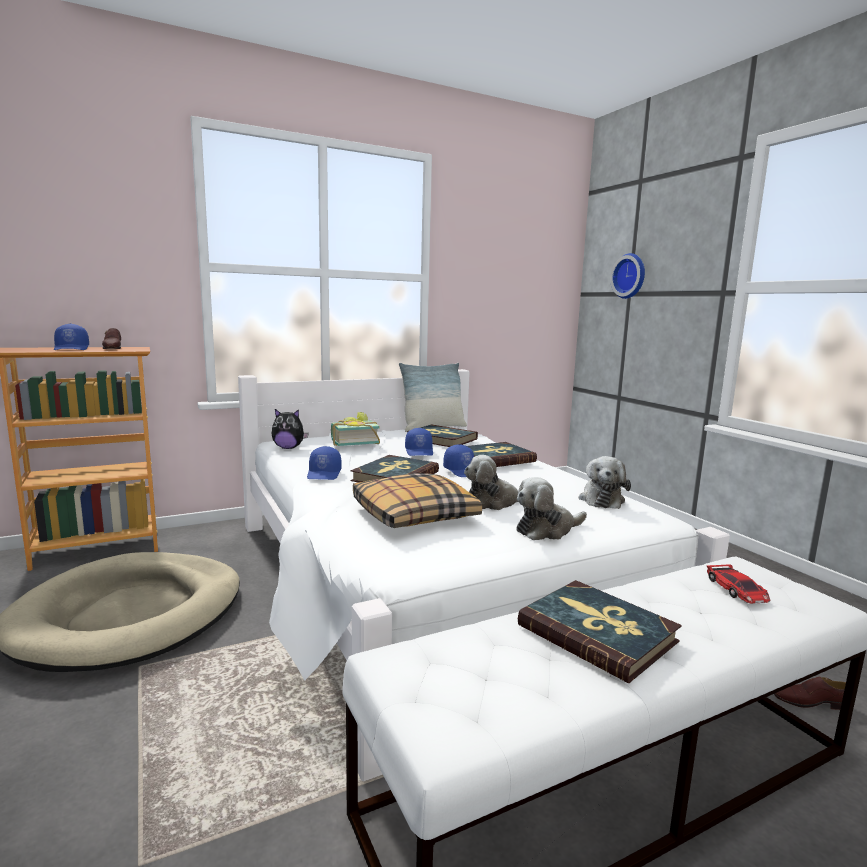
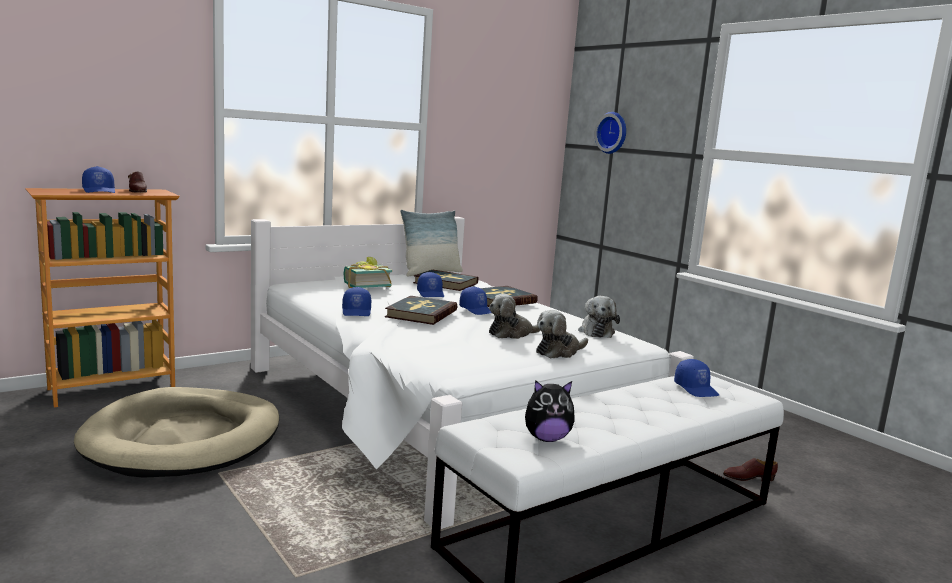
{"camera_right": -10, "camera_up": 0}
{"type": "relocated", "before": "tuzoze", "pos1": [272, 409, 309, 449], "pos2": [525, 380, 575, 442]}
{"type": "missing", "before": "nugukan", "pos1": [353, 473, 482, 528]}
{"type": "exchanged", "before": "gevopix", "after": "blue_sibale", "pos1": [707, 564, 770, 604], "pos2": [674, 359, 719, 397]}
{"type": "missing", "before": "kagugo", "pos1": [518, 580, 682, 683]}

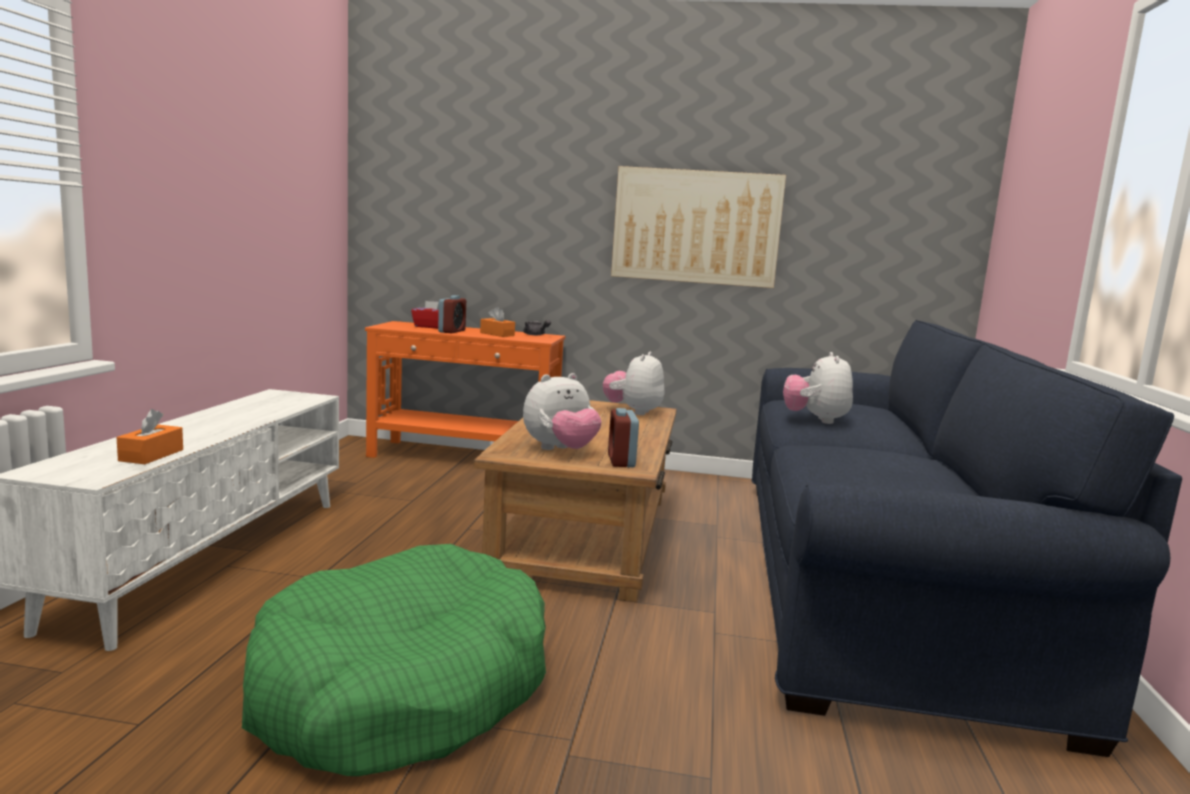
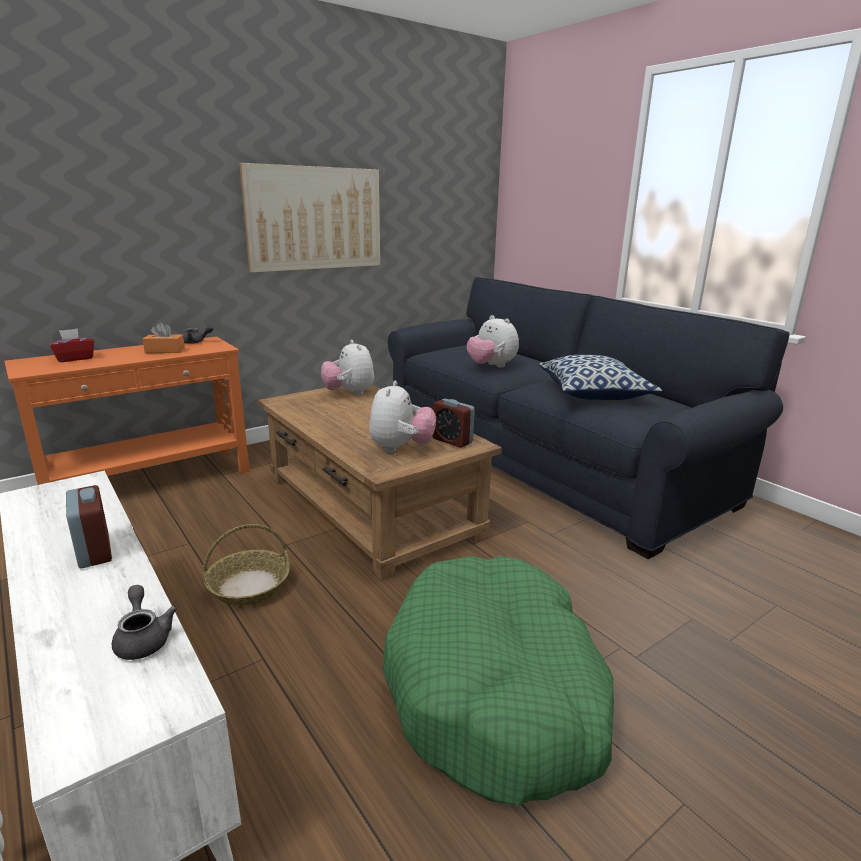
{"camera_right": -45, "camera_up": 10}
{"type": "relocated", "before": "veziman", "pos1": [438, 295, 466, 334], "pos2": [66, 485, 112, 569]}
{"type": "exchanged", "before": "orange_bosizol", "after": "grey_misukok", "pos1": [116, 409, 183, 464], "pos2": [112, 585, 177, 660]}
{"type": "appeared", "after": "nugukan", "pos2": [538, 355, 662, 400]}
{"type": "appeared", "after": "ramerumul", "pos2": [203, 524, 290, 606]}

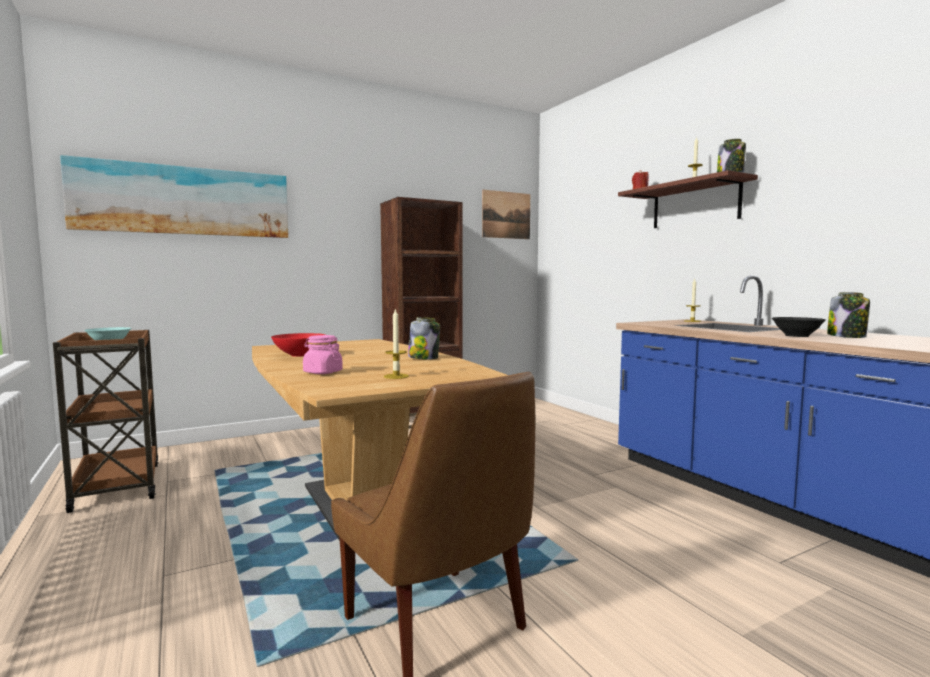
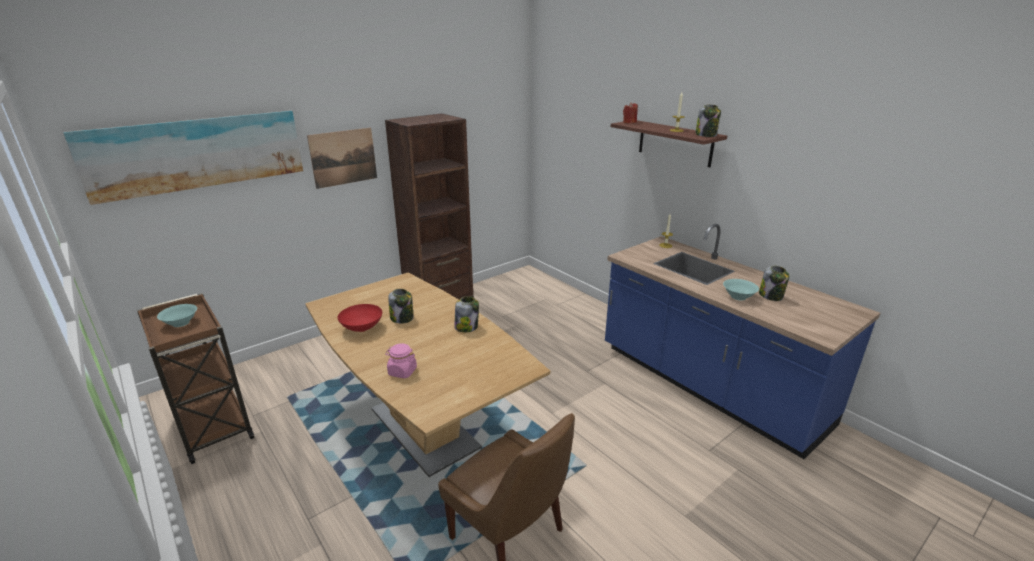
{"camera_right": -10, "camera_up": 20}
{"type": "relocated", "before": "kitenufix", "pos1": [482, 190, 530, 239], "pos2": [307, 128, 377, 189]}
{"type": "missing", "before": "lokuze", "pos1": [384, 308, 409, 379]}
{"type": "colour", "before": "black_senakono", "after": "turquoise_senakono", "pos1": [772, 317, 826, 337], "pos2": [723, 279, 759, 301]}
{"type": "appeared", "after": "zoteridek", "pos2": [388, 289, 413, 323]}

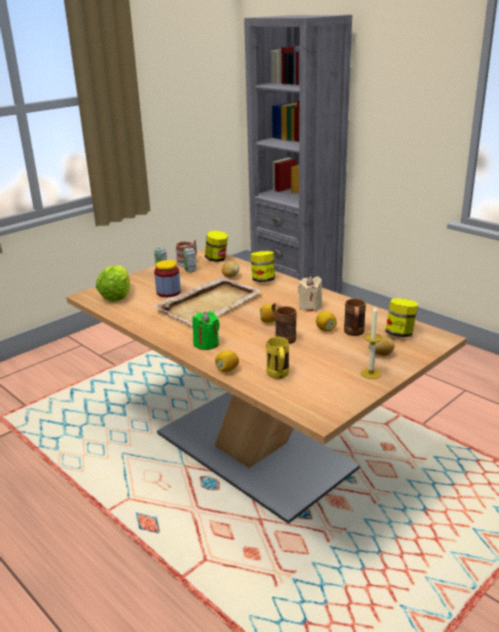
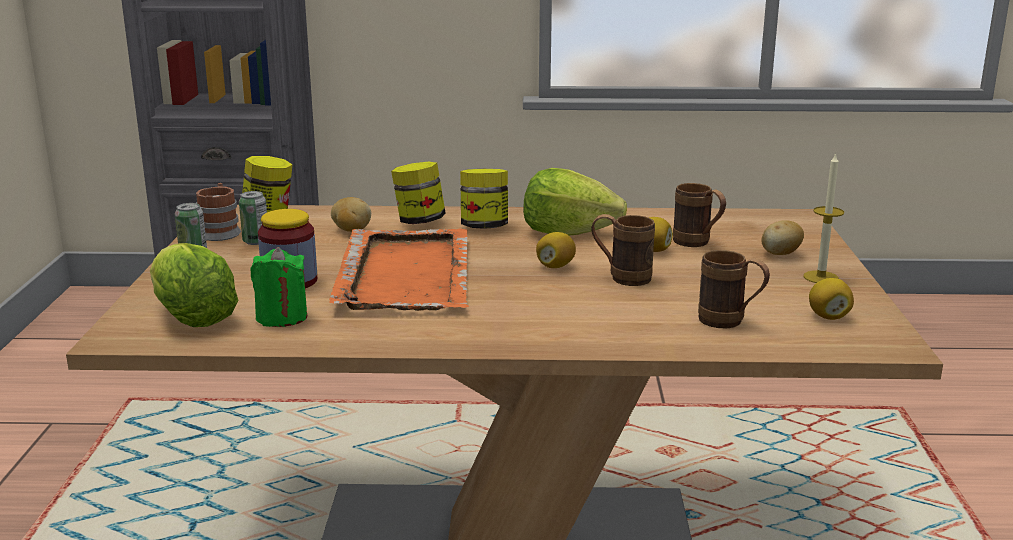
{"camera_right": -45, "camera_up": -5}
{"type": "colour", "before": "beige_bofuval", "after": "orange_bofuval", "pos1": [153, 276, 262, 326], "pos2": [329, 228, 469, 311]}
{"type": "exchanged", "before": "beige_lokuze", "after": "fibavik", "pos1": [298, 276, 322, 312], "pos2": [523, 168, 627, 236]}
{"type": "relocated", "before": "zoteridek", "pos1": [385, 298, 418, 337], "pos2": [460, 169, 508, 229]}
{"type": "relocated", "before": "green_lokuze", "pos1": [192, 311, 220, 350], "pos2": [250, 247, 307, 327]}
{"type": "colour", "before": "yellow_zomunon", "after": "brown_zomunon", "pos1": [266, 337, 289, 379], "pos2": [698, 250, 770, 329]}
{"type": "relocated", "before": "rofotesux", "pos1": [215, 350, 239, 372], "pos2": [809, 278, 854, 320]}

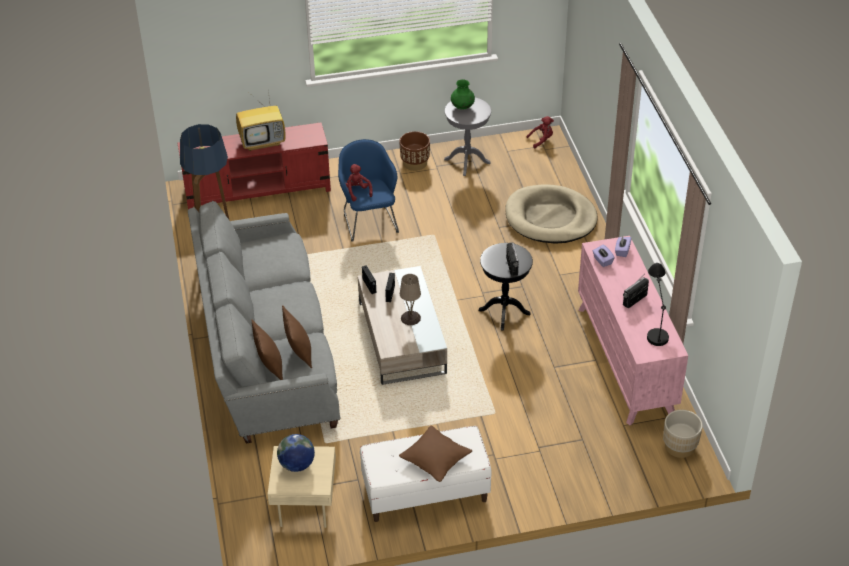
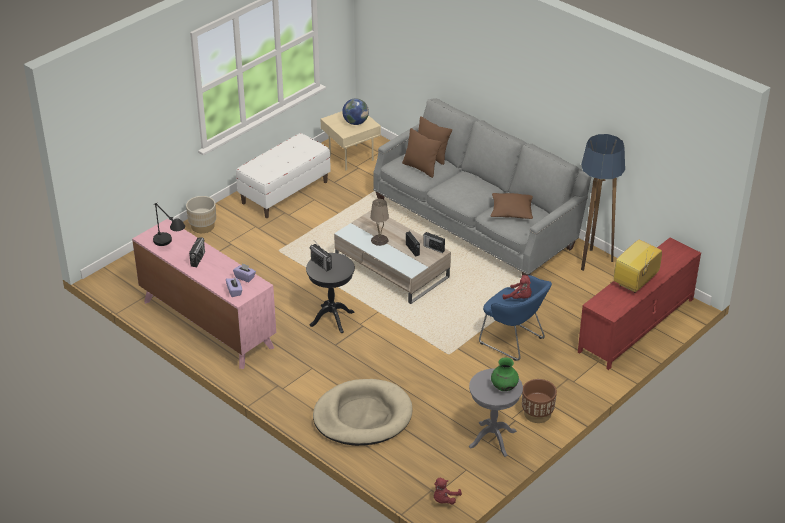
{"camera_right": 145, "camera_up": -5}
{"type": "relocated", "before": "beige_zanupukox", "pos1": [663, 410, 703, 458], "pos2": [186, 196, 216, 233]}
{"type": "relocated", "before": "brown_nugukan", "pos1": [399, 425, 472, 482], "pos2": [491, 193, 533, 219]}

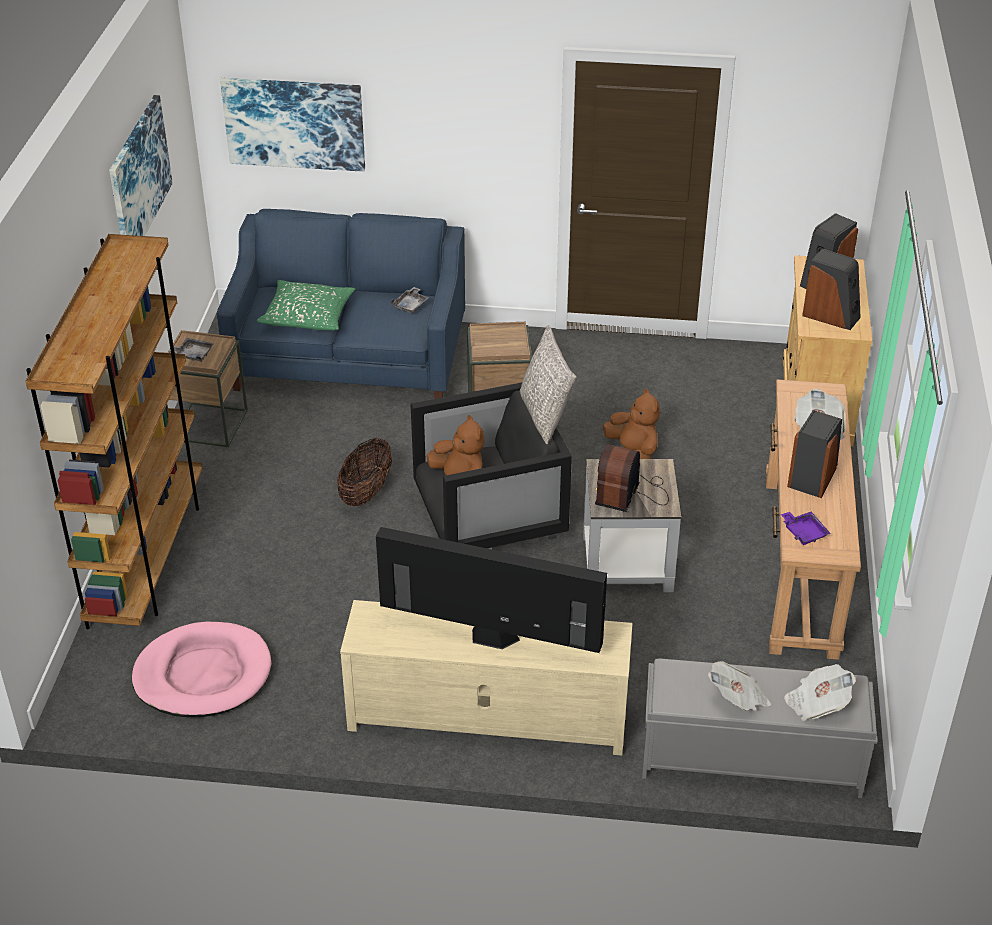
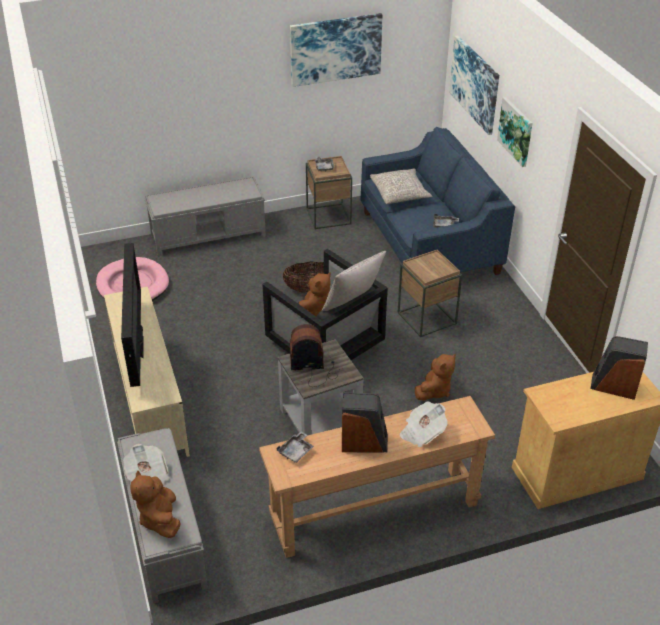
{"camera_right": 65, "camera_up": 0}
{"type": "exchanged", "before": "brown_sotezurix", "after": "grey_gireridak", "pos1": [26, 234, 203, 629], "pos2": [145, 176, 266, 257]}
{"type": "missing", "before": "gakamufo", "pos1": [802, 248, 861, 330]}
{"type": "colour", "before": "green_nugukan", "after": "grey_nugukan", "pos1": [257, 280, 355, 331], "pos2": [370, 169, 432, 204]}
{"type": "colour", "before": "purple_bofuval", "after": "grey_bofuval", "pos1": [781, 512, 831, 545], "pos2": [276, 431, 314, 463]}
{"type": "exchanged", "before": "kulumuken", "after": "brown_tuzoze", "pos1": [784, 664, 856, 721], "pos2": [130, 471, 181, 538]}
{"type": "appeared", "after": "kitenufix", "pos2": [497, 97, 532, 167]}

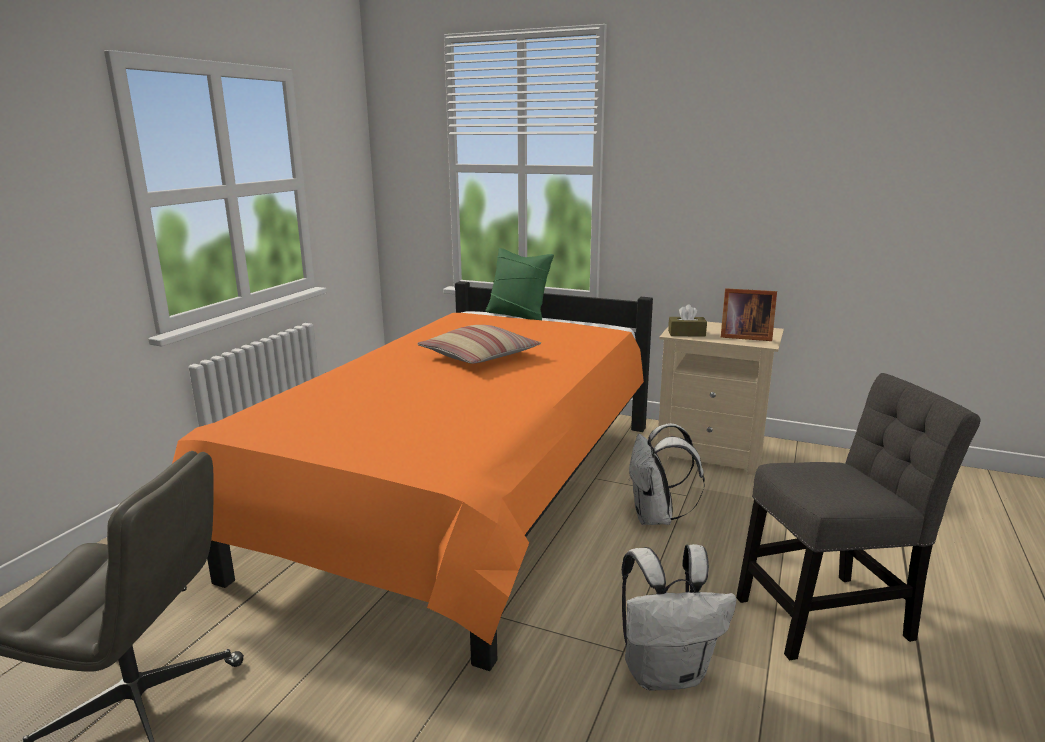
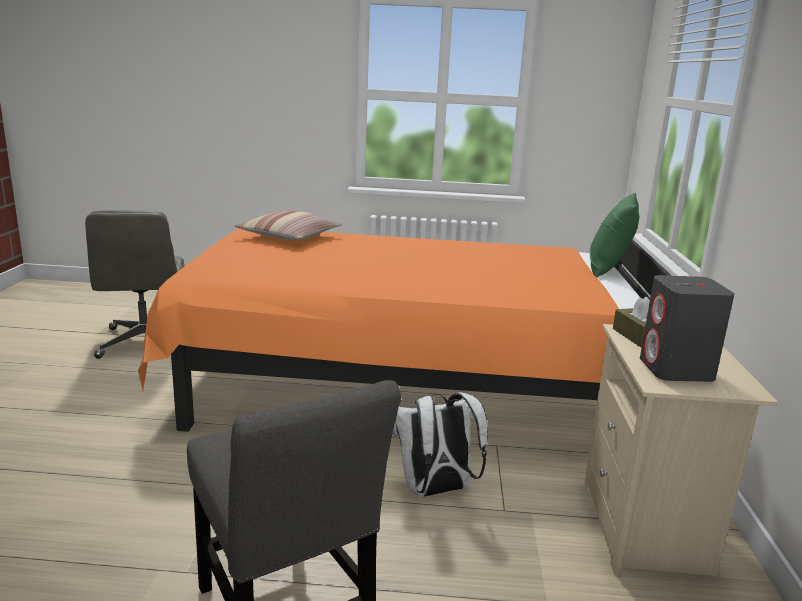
{"camera_right": 70, "camera_up": 0}
{"type": "exchanged", "before": "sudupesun", "after": "grey_gakamufo", "pos1": [721, 288, 777, 341], "pos2": [640, 275, 734, 382]}
{"type": "relocated", "before": "nugukan", "pos1": [418, 325, 541, 364], "pos2": [235, 211, 342, 240]}
{"type": "missing", "before": "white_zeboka", "pos1": [622, 544, 736, 691]}

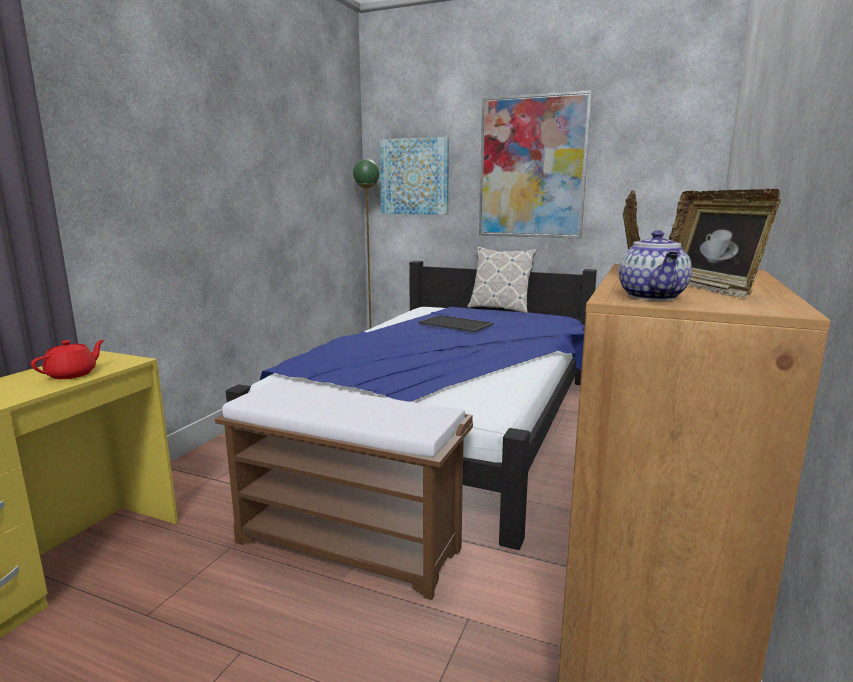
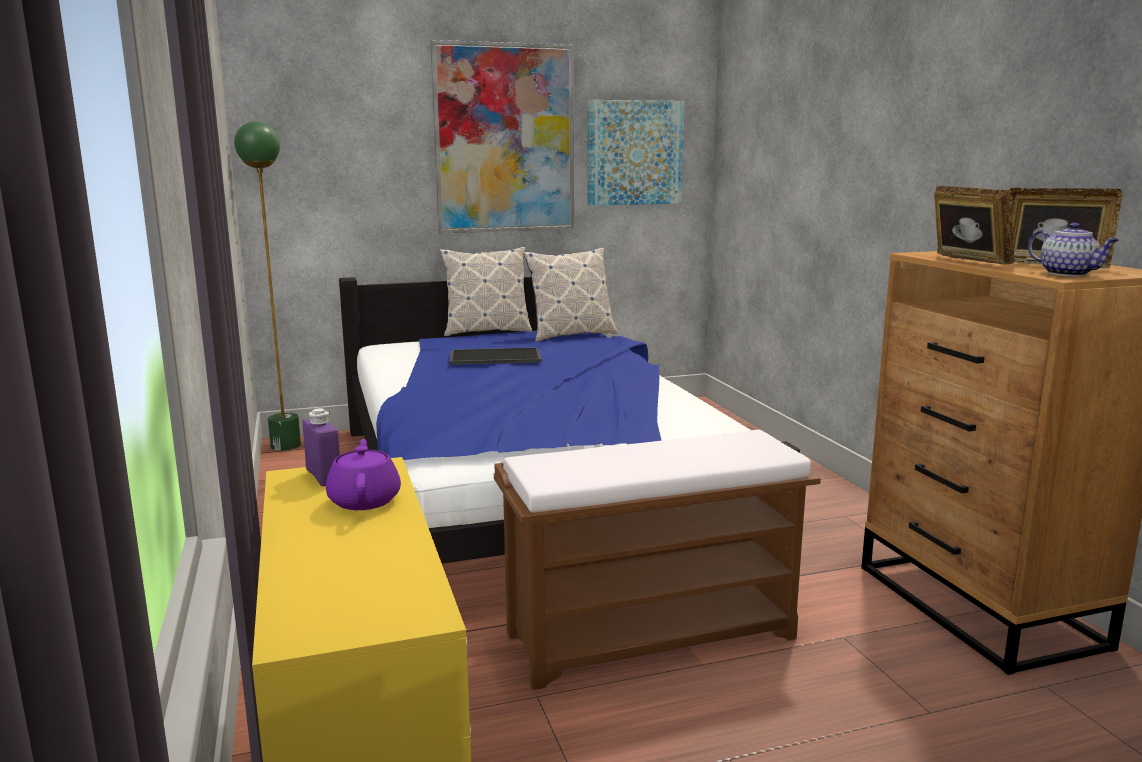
{"camera_right": -40, "camera_up": 0}
{"type": "relocated", "before": "kitenufix", "pos1": [380, 137, 449, 215], "pos2": [587, 100, 685, 206]}
{"type": "colour", "before": "red_misukok", "after": "purple_misukok", "pos1": [31, 340, 104, 379], "pos2": [326, 439, 401, 510]}
{"type": "appeared", "after": "nugukan", "pos2": [523, 248, 617, 342]}
{"type": "appeared", "after": "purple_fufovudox", "pos2": [302, 408, 340, 486]}

